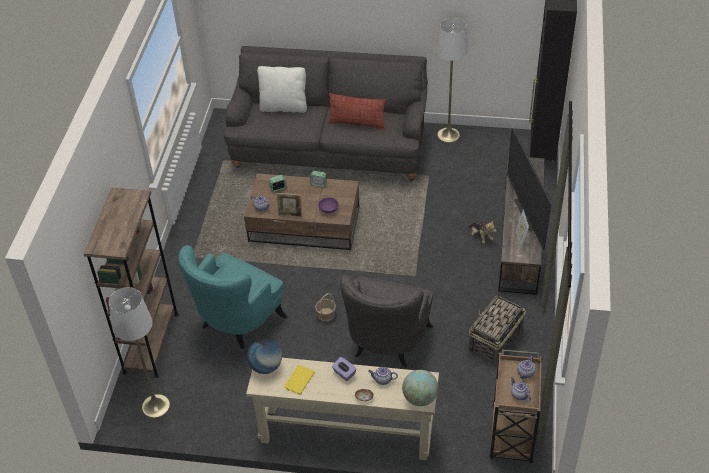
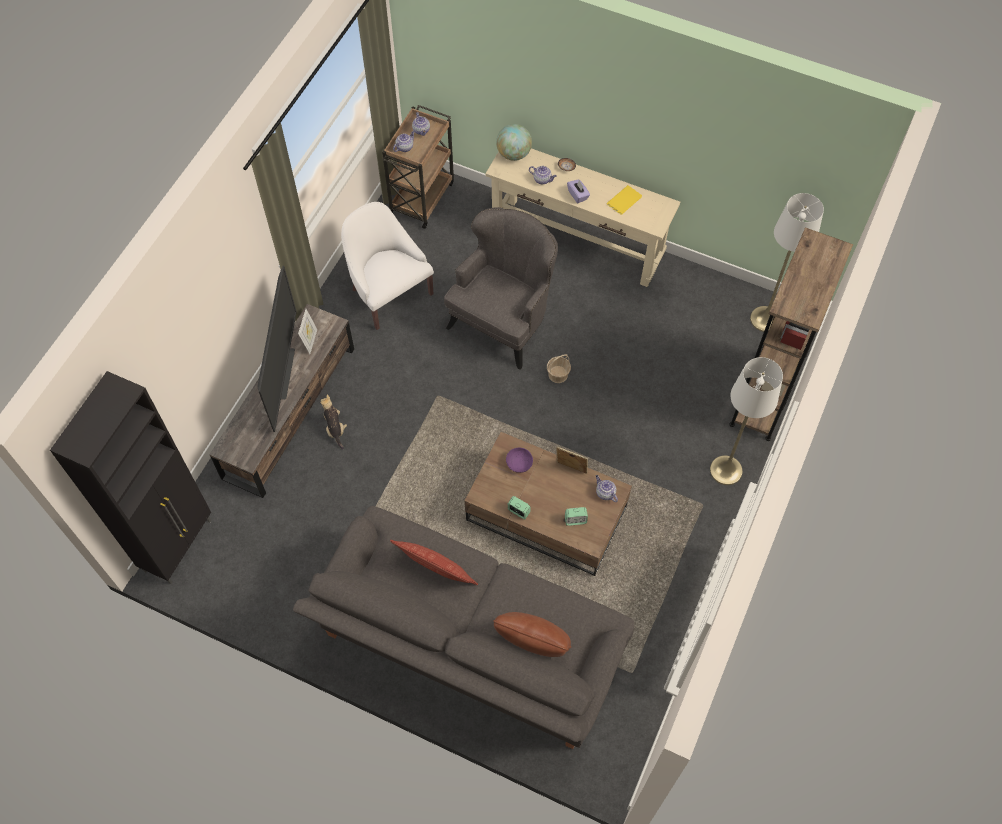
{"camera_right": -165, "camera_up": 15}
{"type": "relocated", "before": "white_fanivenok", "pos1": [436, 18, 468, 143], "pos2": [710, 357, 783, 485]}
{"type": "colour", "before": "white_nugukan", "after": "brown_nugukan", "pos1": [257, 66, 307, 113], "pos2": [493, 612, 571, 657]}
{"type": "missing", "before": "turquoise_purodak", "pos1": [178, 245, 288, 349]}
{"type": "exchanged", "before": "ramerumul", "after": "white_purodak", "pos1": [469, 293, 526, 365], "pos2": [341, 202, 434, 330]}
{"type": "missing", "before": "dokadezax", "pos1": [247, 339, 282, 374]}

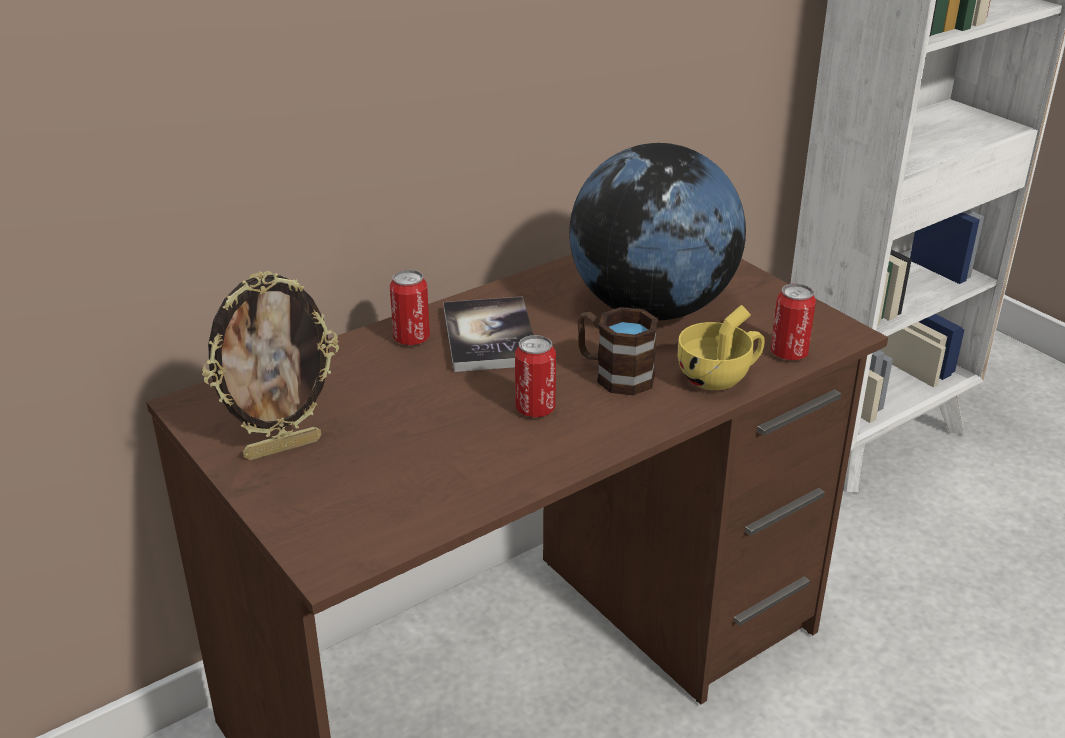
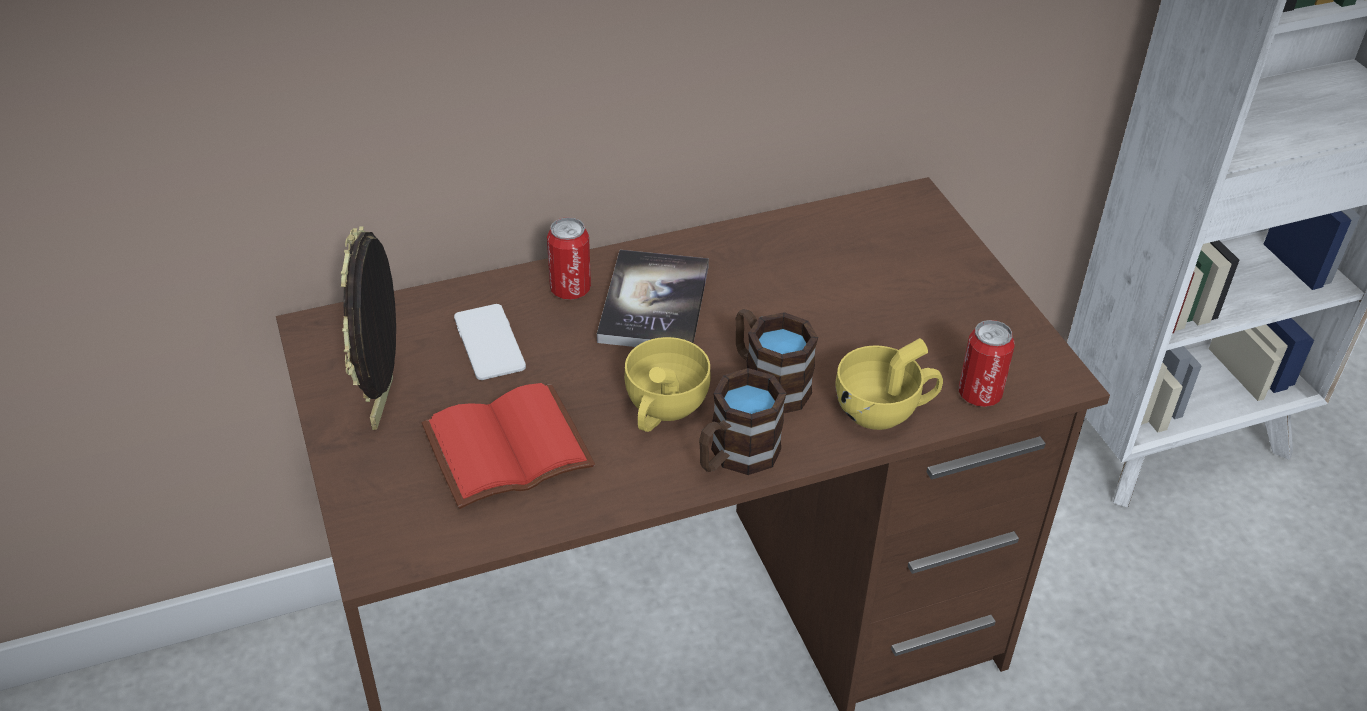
{"camera_right": 15, "camera_up": 10}
{"type": "missing", "before": "dokadezax", "pos1": [569, 143, 746, 320]}
{"type": "spun", "before": "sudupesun", "pos1": [202, 271, 339, 460], "pos2": [341, 226, 396, 430], "turn": 105}
{"type": "exchanged", "before": "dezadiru", "after": "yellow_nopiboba", "pos1": [515, 335, 556, 417], "pos2": [624, 337, 710, 432]}
{"type": "appeared", "after": "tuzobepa", "pos2": [454, 304, 526, 380]}
{"type": "appeared", "after": "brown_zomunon", "pos2": [699, 368, 786, 475]}
{"type": "appeared", "after": "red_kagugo", "pos2": [422, 383, 595, 509]}

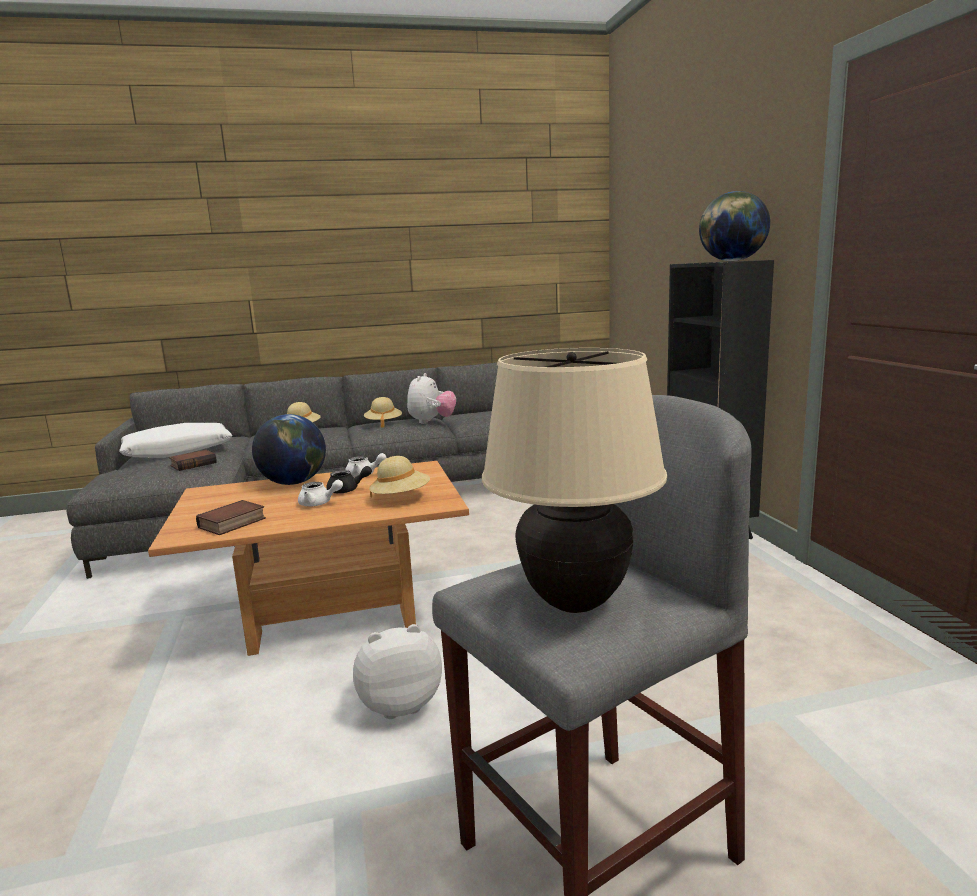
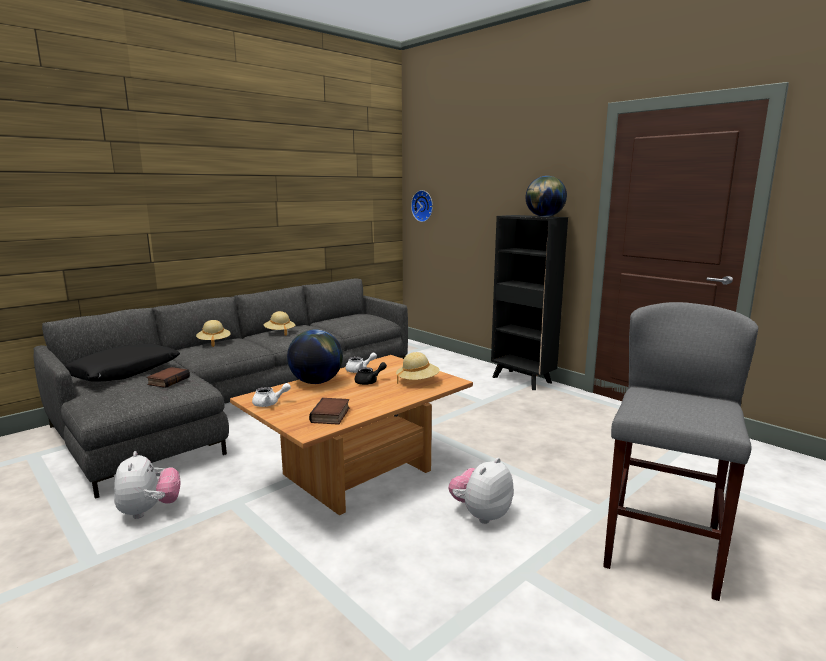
{"camera_right": -30, "camera_up": 0}
{"type": "missing", "before": "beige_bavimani", "pos1": [482, 348, 667, 613]}
{"type": "relocated", "before": "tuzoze", "pos1": [407, 373, 456, 424], "pos2": [114, 451, 180, 519]}
{"type": "colour", "before": "white_nugukan", "after": "black_nugukan", "pos1": [119, 423, 232, 458], "pos2": [65, 344, 180, 382]}
{"type": "relocated", "before": "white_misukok", "pos1": [298, 480, 343, 506], "pos2": [252, 383, 291, 407]}
{"type": "appeared", "after": "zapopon", "pos2": [411, 190, 433, 222]}

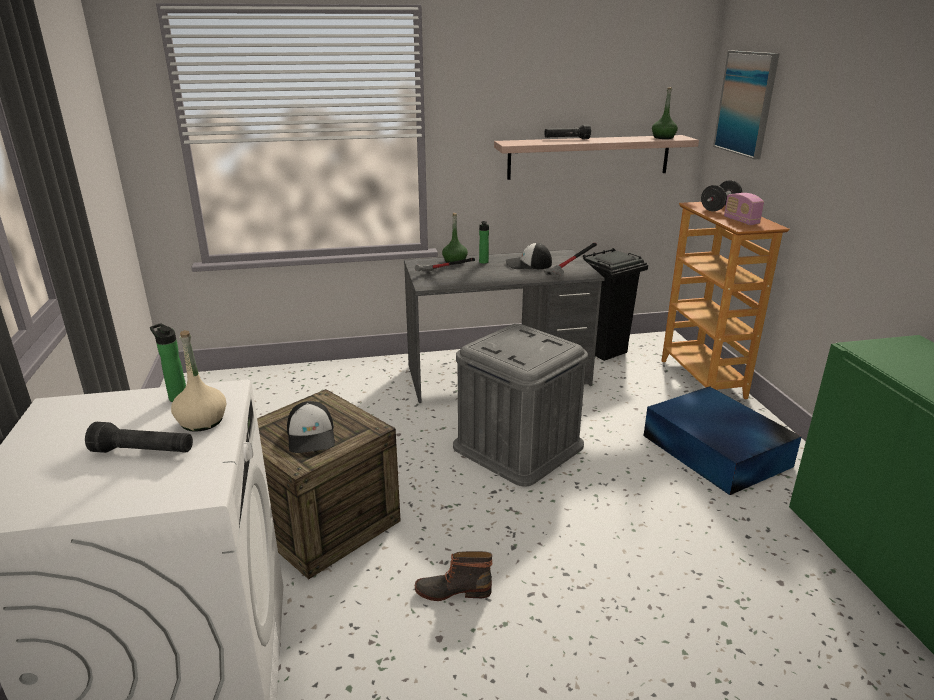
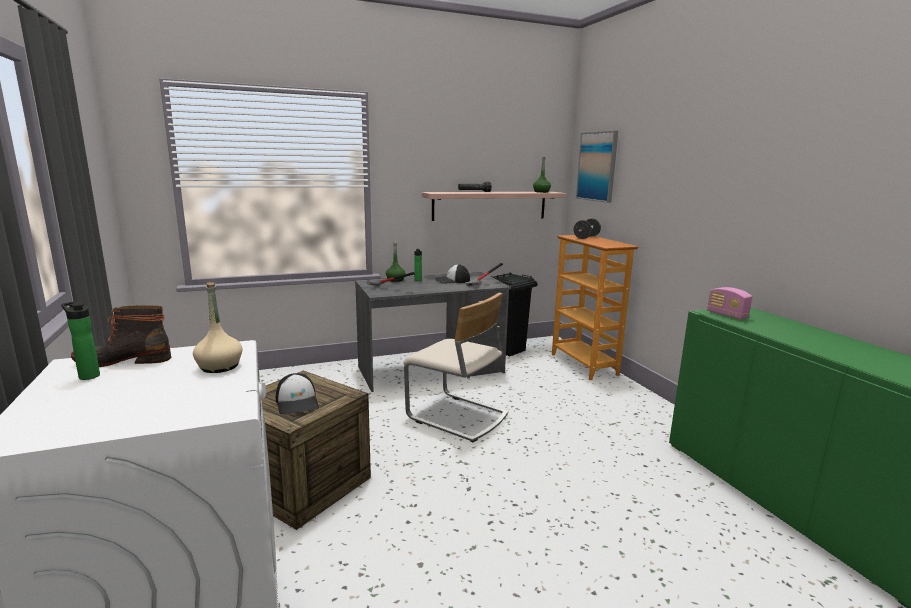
{"camera_right": -10, "camera_up": -10}
{"type": "relocated", "before": "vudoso", "pos1": [724, 193, 764, 225], "pos2": [707, 287, 752, 319]}
{"type": "relocated", "before": "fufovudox", "pos1": [150, 323, 186, 402], "pos2": [61, 302, 100, 380]}
{"type": "exchanged", "before": "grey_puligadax", "after": "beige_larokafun", "pos1": [453, 324, 588, 487], "pos2": [403, 293, 508, 443]}
{"type": "missing", "before": "blue_puligadax", "pos1": [644, 386, 802, 495]}
{"type": "missing", "before": "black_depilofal", "pos1": [85, 422, 193, 453]}
{"type": "relocated", "before": "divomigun", "pos1": [415, 551, 493, 601], "pos2": [71, 305, 171, 367]}

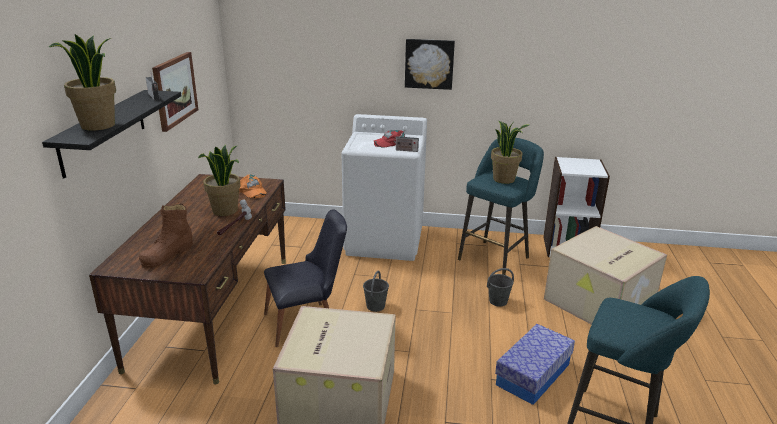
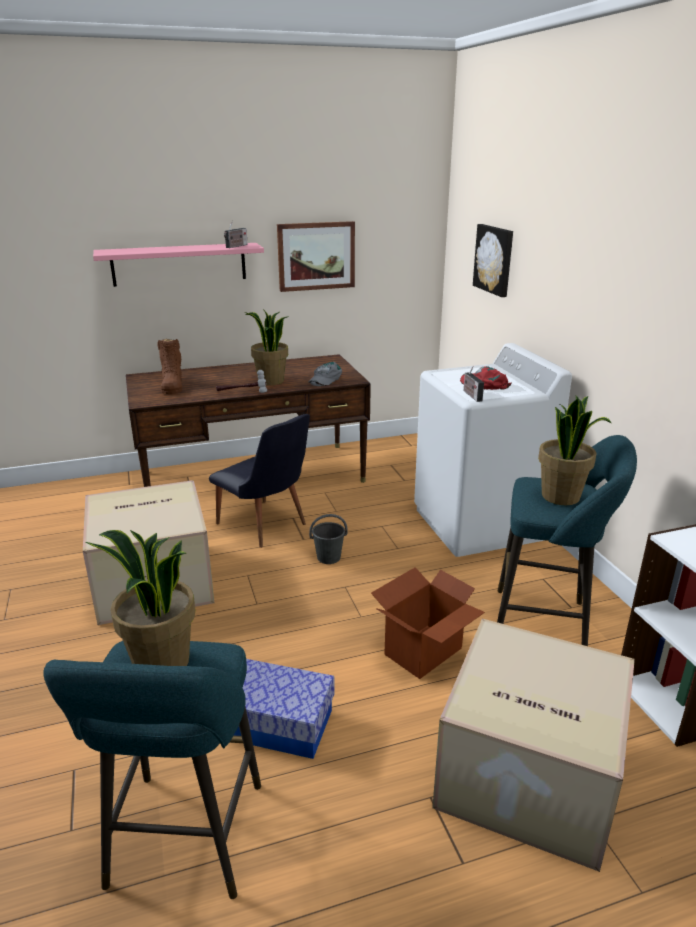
{"camera_right": 65, "camera_up": 0}
{"type": "relocated", "before": "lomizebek", "pos1": [49, 34, 116, 131], "pos2": [85, 530, 195, 666]}
{"type": "relocated", "before": "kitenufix", "pos1": [405, 39, 455, 90], "pos2": [473, 224, 513, 297]}
{"type": "colour", "before": "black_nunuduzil", "after": "pink_nunuduzil", "pos1": [42, 90, 181, 178], "pos2": [93, 243, 264, 287]}
{"type": "colour", "before": "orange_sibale", "after": "grey_sibale", "pos1": [239, 174, 267, 198], "pos2": [308, 362, 342, 386]}
{"type": "spun", "before": "brown_divomigun", "pos1": [139, 204, 193, 268], "pos2": [157, 339, 183, 394], "turn": -105}
{"type": "exchanged", "before": "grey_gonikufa", "after": "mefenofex", "pos1": [487, 268, 514, 307], "pos2": [371, 567, 485, 679]}

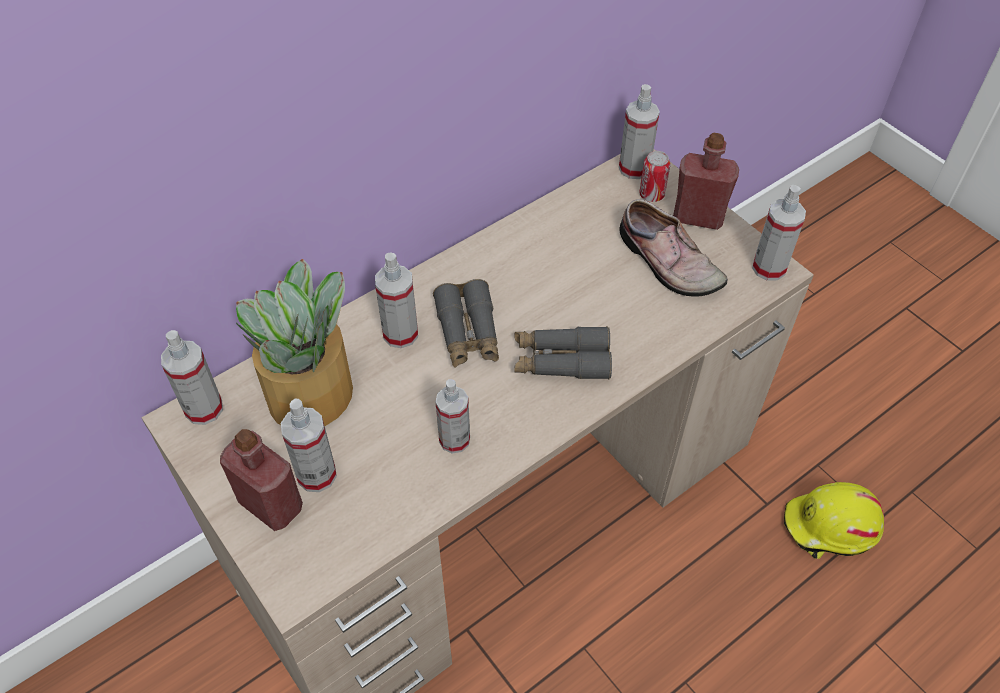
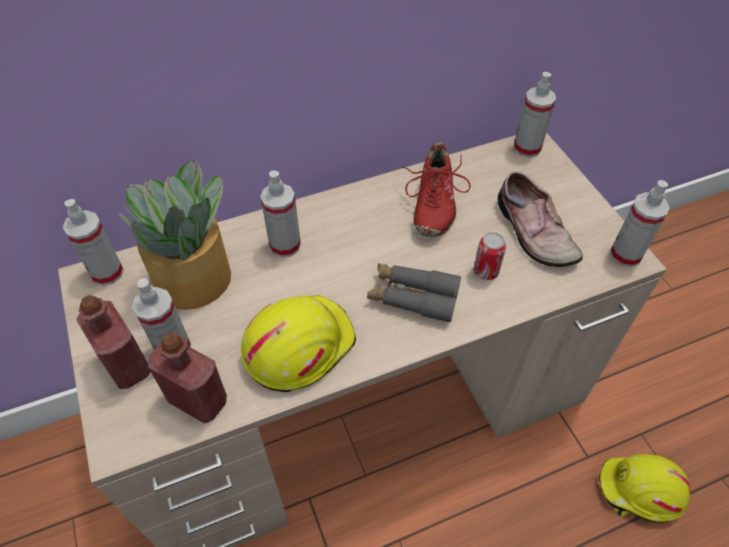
{"camera_right": 15, "camera_up": 0}
{"type": "relocated", "before": "red_fufovudox", "pos1": [673, 133, 739, 230], "pos2": [148, 332, 227, 424]}
{"type": "relocated", "before": "dezadiru", "pos1": [639, 151, 671, 202], "pos2": [474, 232, 506, 280]}
{"type": "missing", "before": "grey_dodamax", "pos1": [433, 279, 499, 368]}
{"type": "exchanged", "before": "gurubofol", "after": "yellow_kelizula", "pos1": [436, 379, 470, 454], "pos2": [241, 295, 356, 392]}
{"type": "appeared", "after": "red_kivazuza", "pos2": [402, 143, 471, 237]}

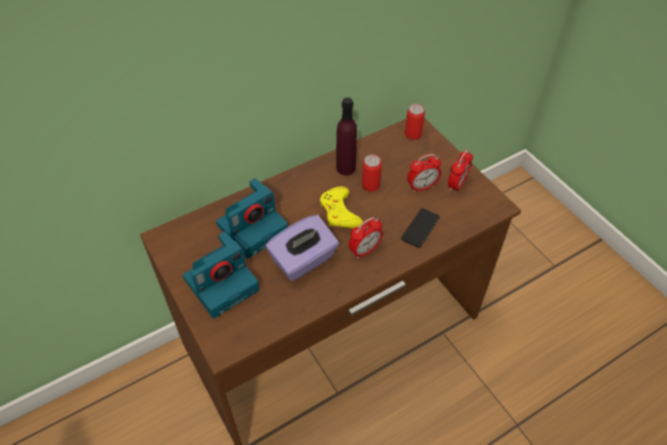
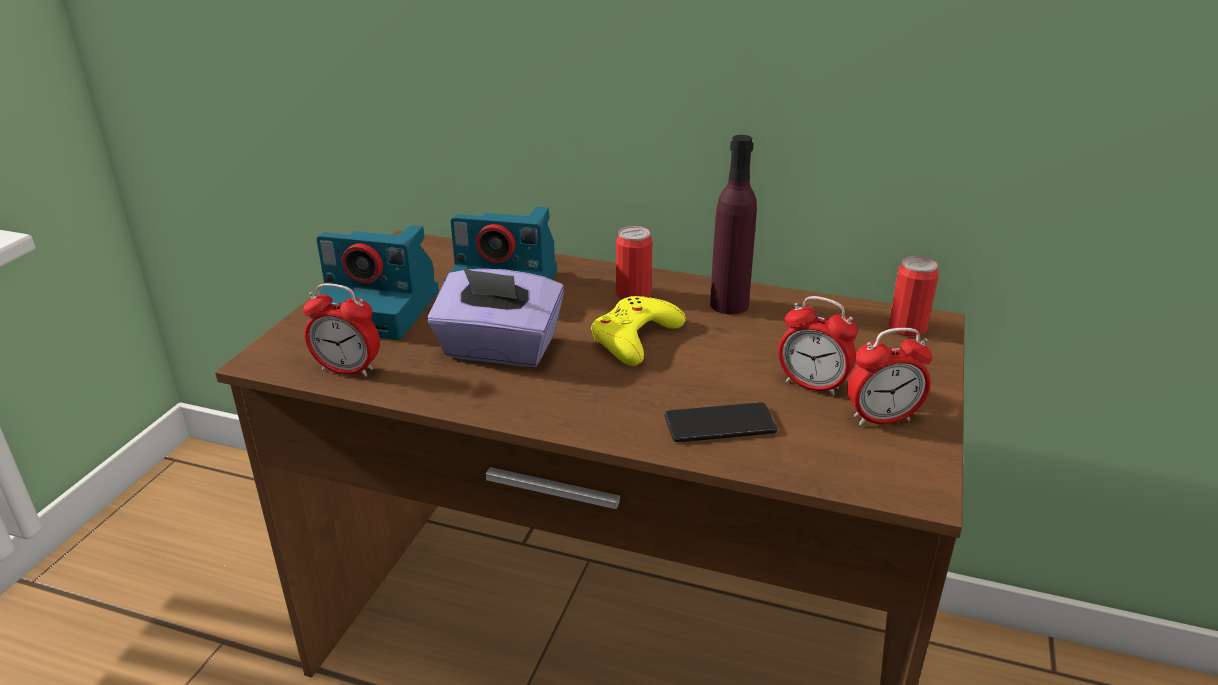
{"camera_right": 50, "camera_up": -20}
{"type": "relocated", "before": "dezadiru", "pos1": [362, 154, 382, 191], "pos2": [616, 226, 652, 299]}
{"type": "relocated", "before": "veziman", "pos1": [349, 217, 383, 259], "pos2": [303, 283, 380, 377]}

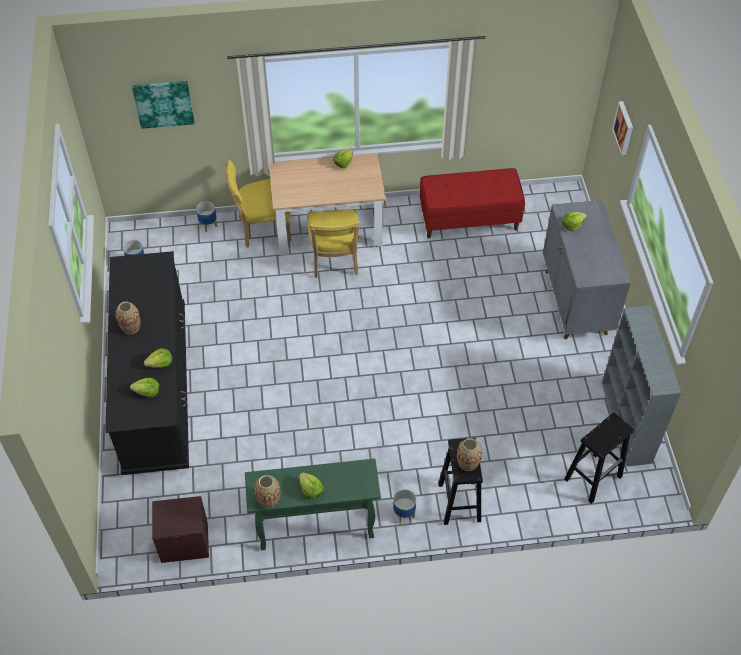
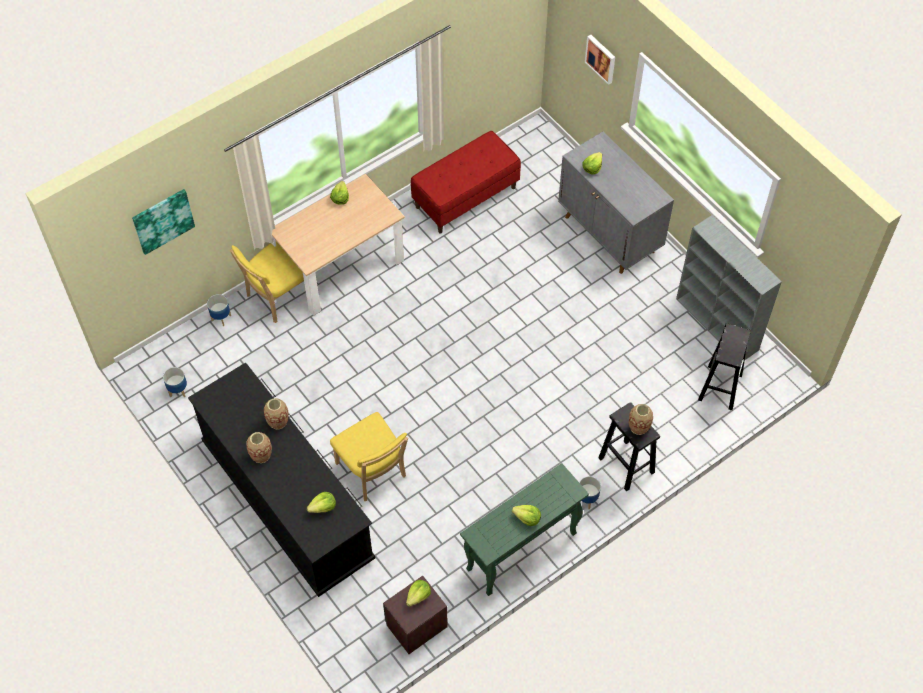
{"camera_right": -30, "camera_up": 5}
{"type": "relocated", "before": "yellow_larokafun", "pos1": [307, 209, 360, 278], "pos2": [330, 412, 408, 501]}
{"type": "relocated", "before": "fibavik", "pos1": [144, 348, 172, 368], "pos2": [406, 580, 431, 607]}
{"type": "relocated", "before": "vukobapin", "pos1": [254, 475, 281, 508], "pos2": [264, 398, 289, 430]}

